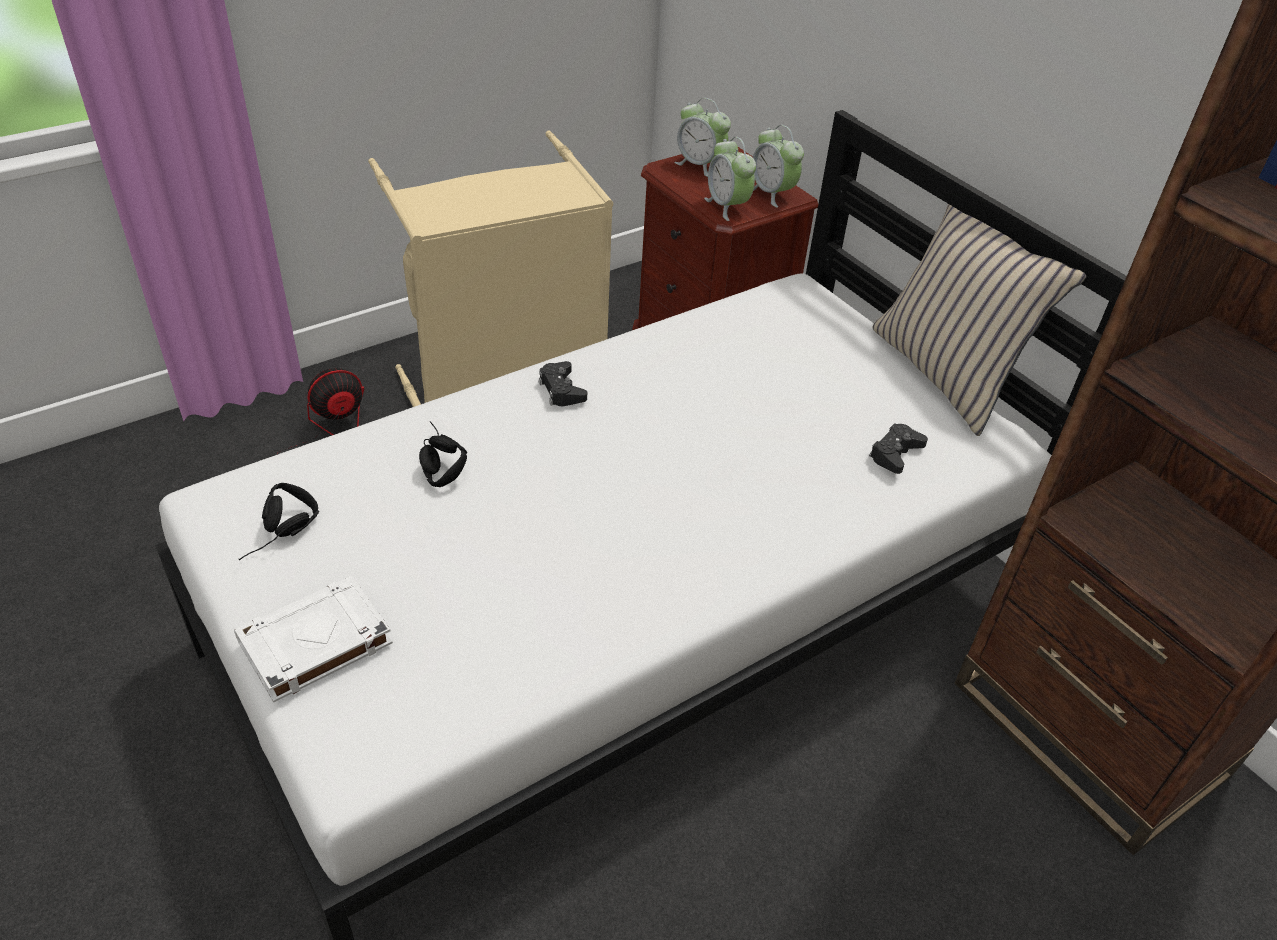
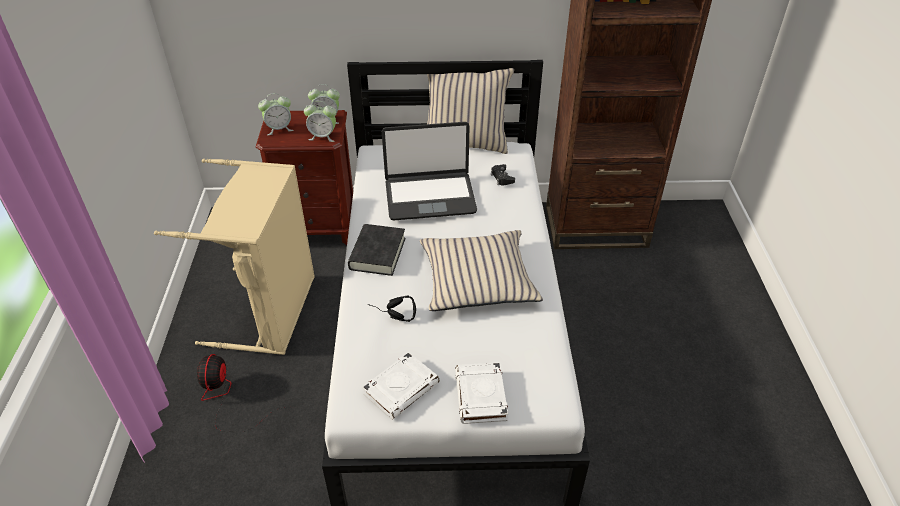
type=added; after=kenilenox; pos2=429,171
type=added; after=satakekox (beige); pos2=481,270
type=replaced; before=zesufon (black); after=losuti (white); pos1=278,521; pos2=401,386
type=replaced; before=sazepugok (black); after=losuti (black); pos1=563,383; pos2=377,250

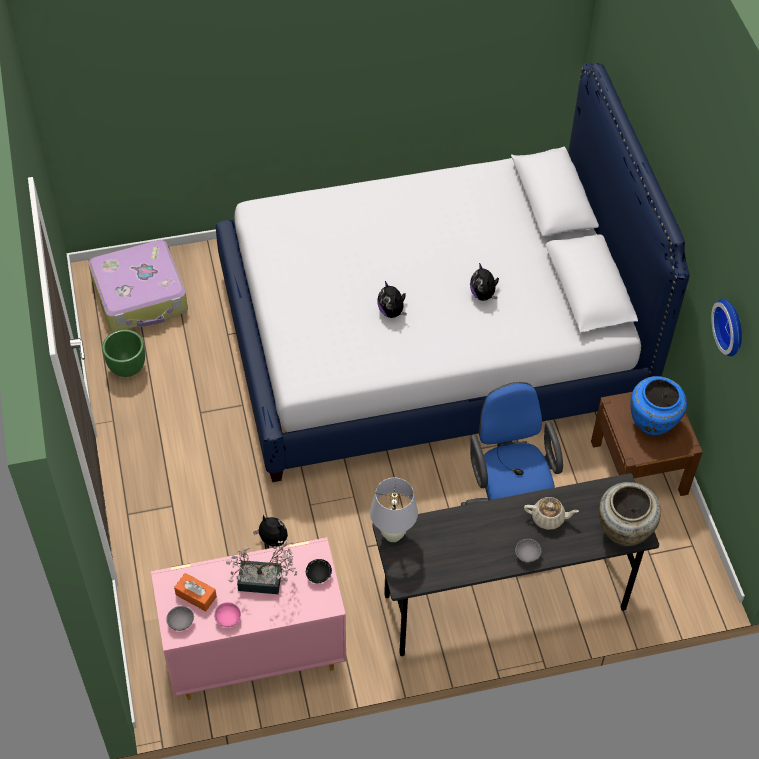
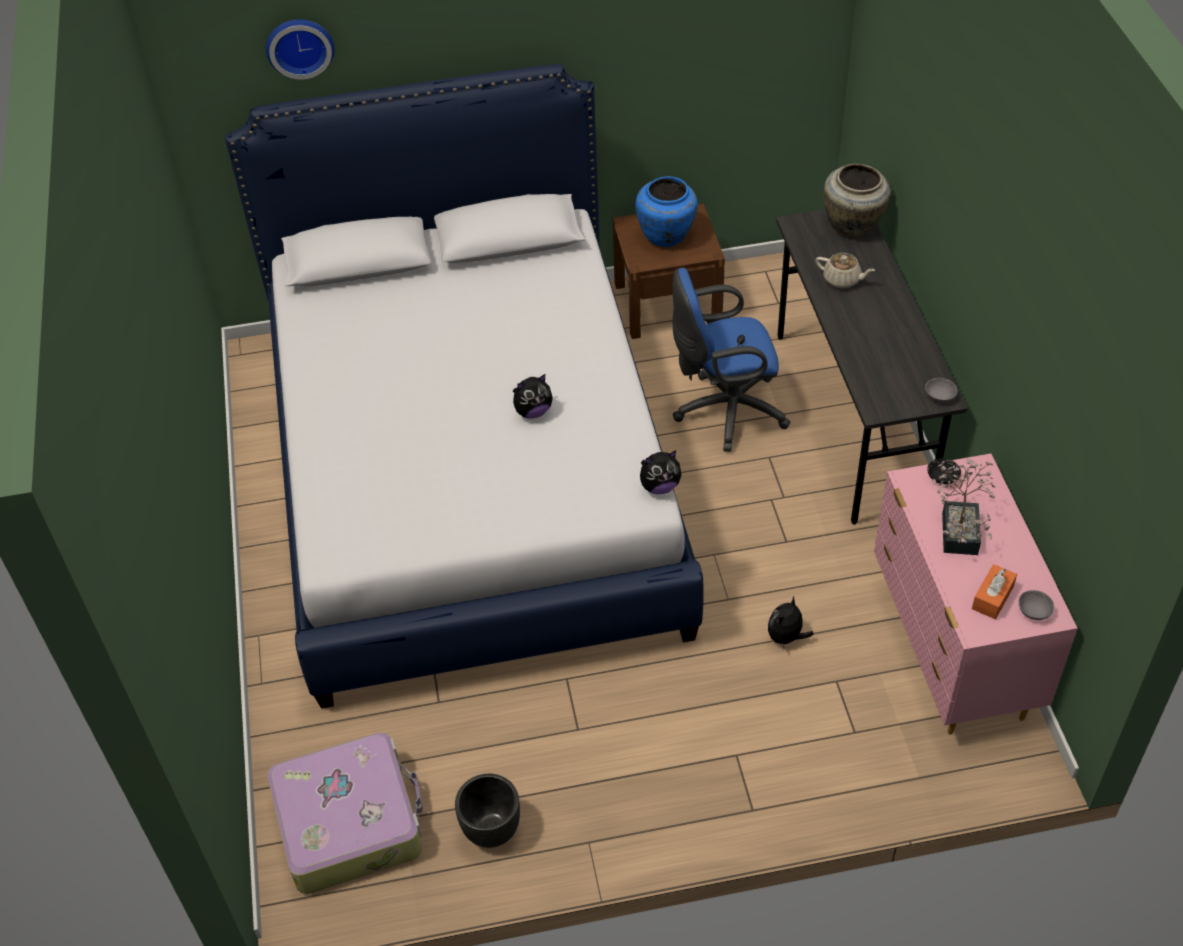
type=removed; before=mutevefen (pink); pos1=227,614
type=removed; before=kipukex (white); pos1=394,510
type=moved; before=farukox; pos1=484,282; pos2=660,472
type=moved; before=mutevefen (grey); pos1=528,551; pos2=941,390
type=moved; before=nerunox; pos1=726,328; pos2=300,49
type=recoloured; before=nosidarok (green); after=nosidarok (black); pos1=123,353; pos2=487,811
type=turned; before=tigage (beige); pos1=551,513; pos2=845,270; turn=105

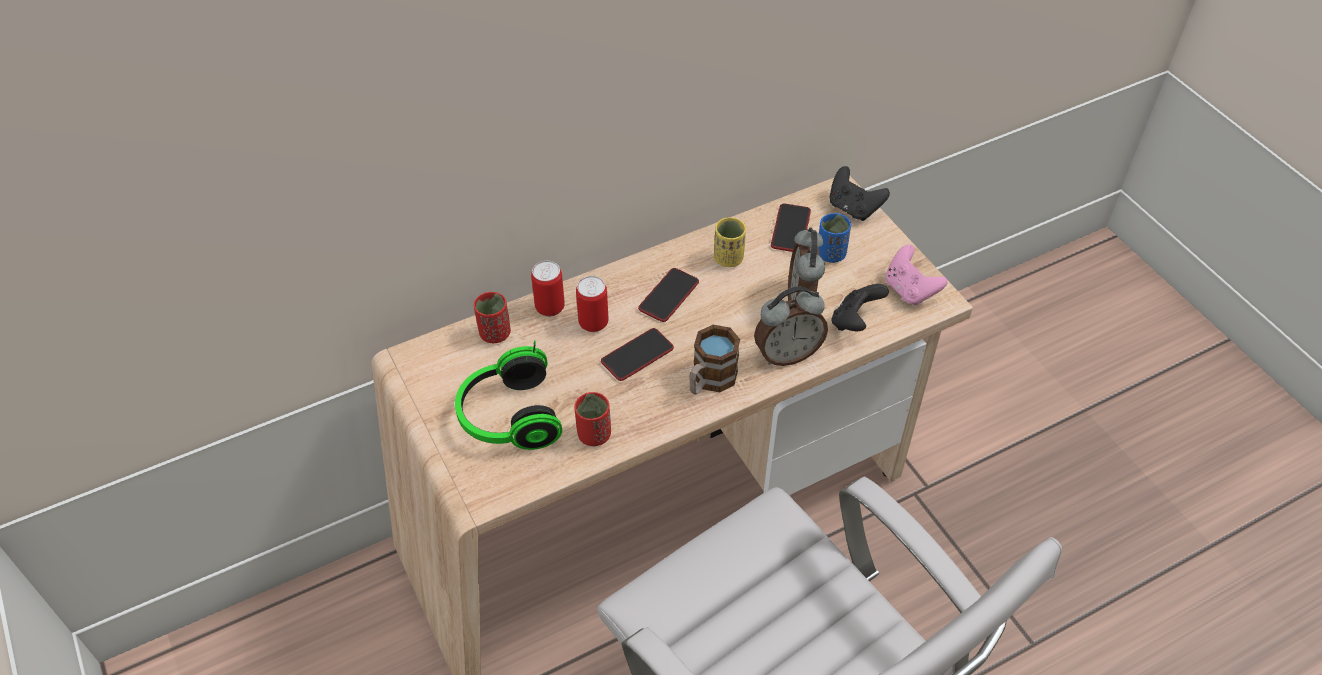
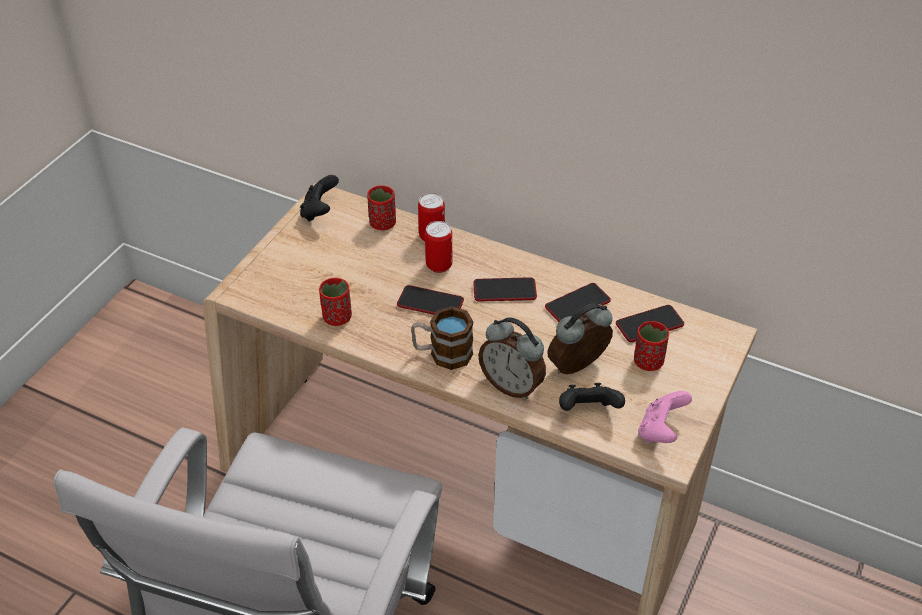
type=removed; before=zesufon; pos1=508,395
type=moved; before=sazepugok (black); pos1=860,193; pos2=319,198
type=replaced; before=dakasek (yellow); after=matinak; pos1=730,242; pos2=578,302
type=recoloured; before=dakasek (blue); after=dakasek (red); pos1=835,238; pos2=651,346

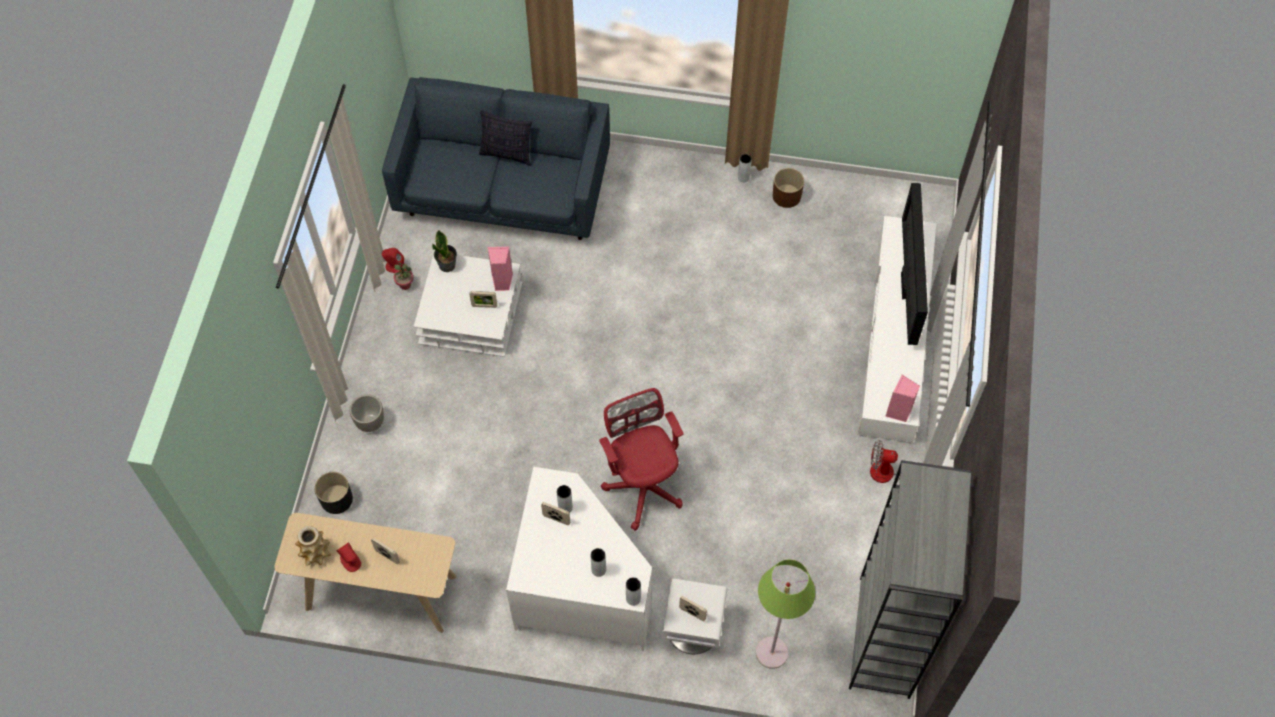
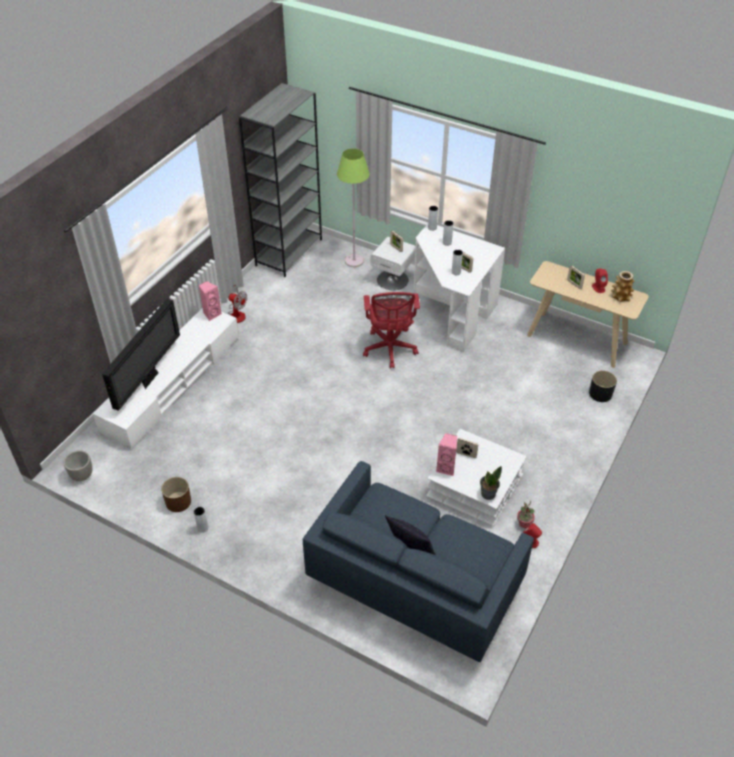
type=moved; before=nosidarok; pos1=367,413; pos2=78,465

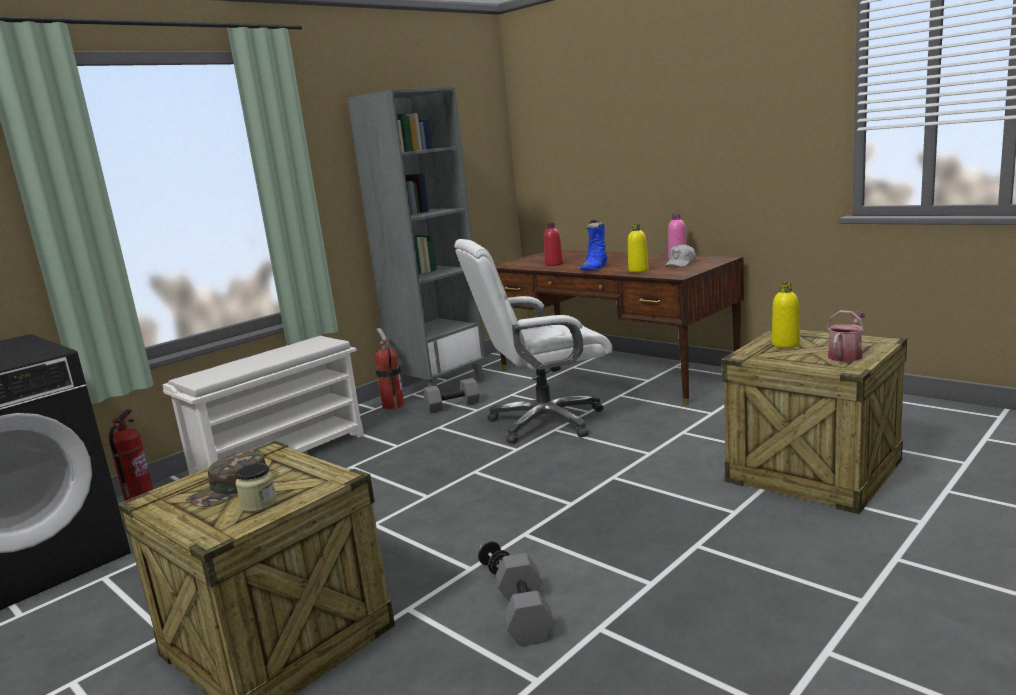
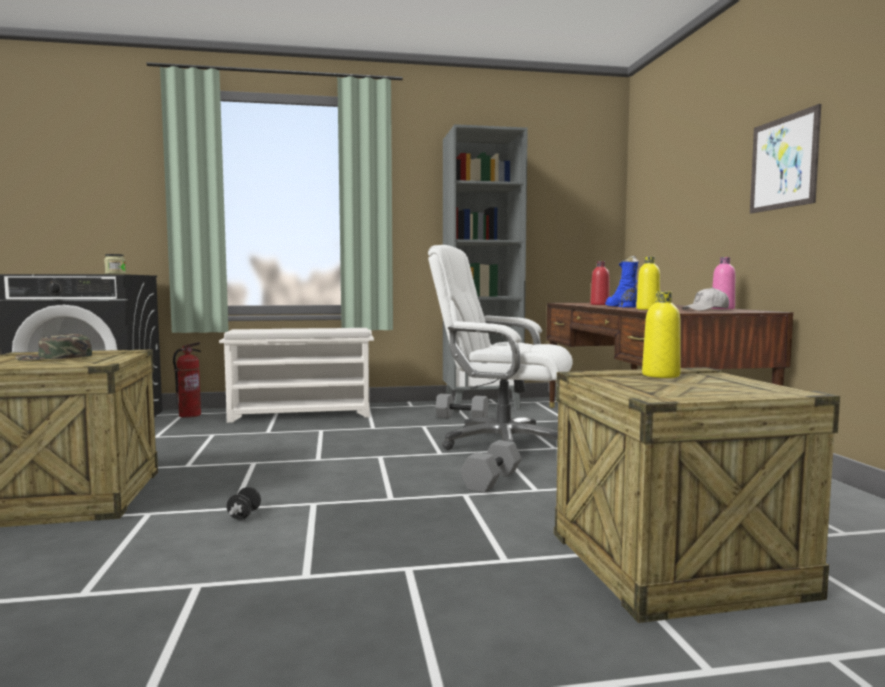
type=removed; before=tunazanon; pos1=389,368
type=removed; before=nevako; pos1=846,336
type=added; after=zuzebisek; pos2=785,158
type=moved; before=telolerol; pos1=256,487; pos2=115,264
type=moved; before=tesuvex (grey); pos1=525,600; pos2=491,466
type=turned; before=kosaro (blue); pos1=593,244; pos2=622,282; turn=105

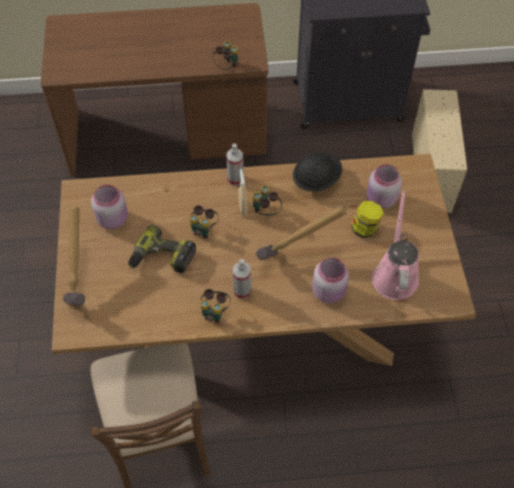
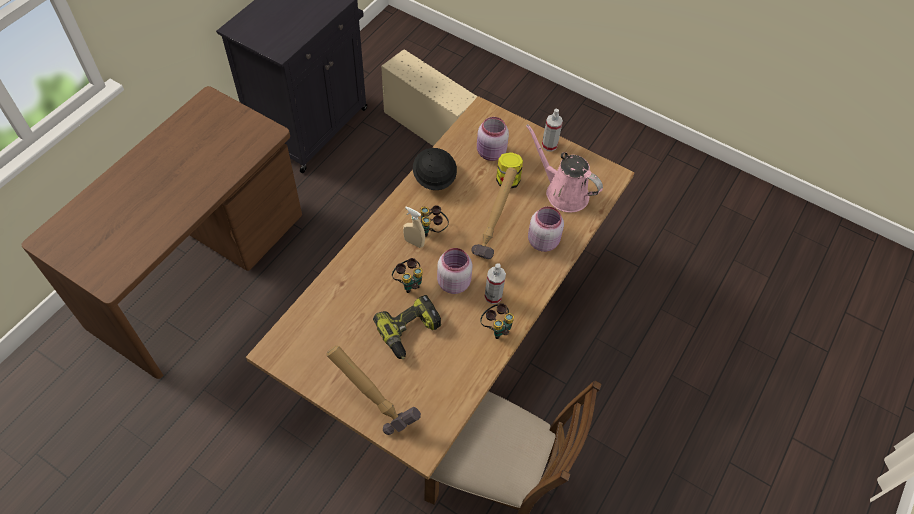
type=removed; before=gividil; pos1=225,55
type=moved; before=telolerol (pink); pos1=109,207; pos2=454,271
type=moved; before=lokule; pos1=235,164; pos2=552,130

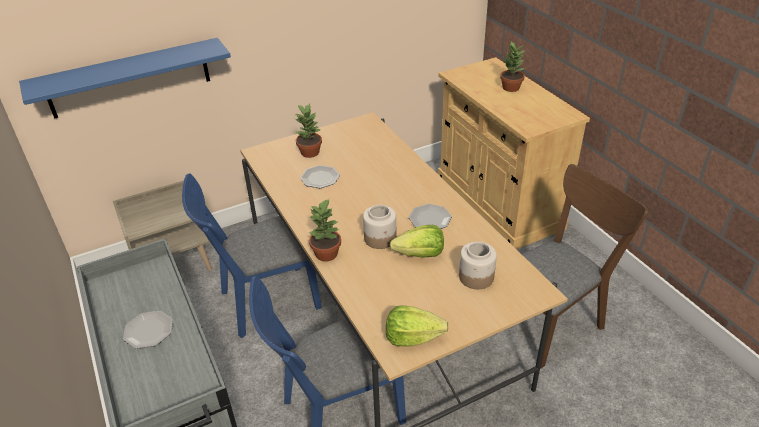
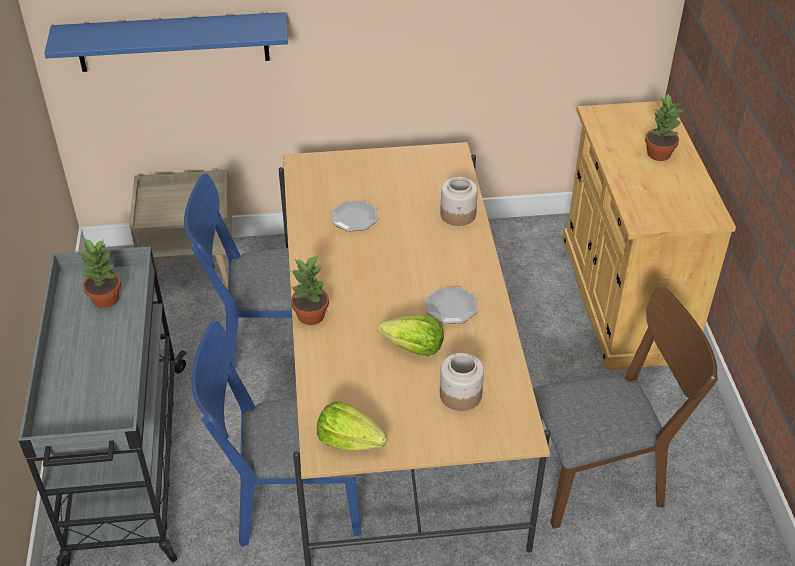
type=removed; before=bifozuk; pos1=148,330
type=moved; before=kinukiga; pos1=308,131; pos2=99,273
type=moved; before=telolerol; pos1=379,227; pos2=459,201

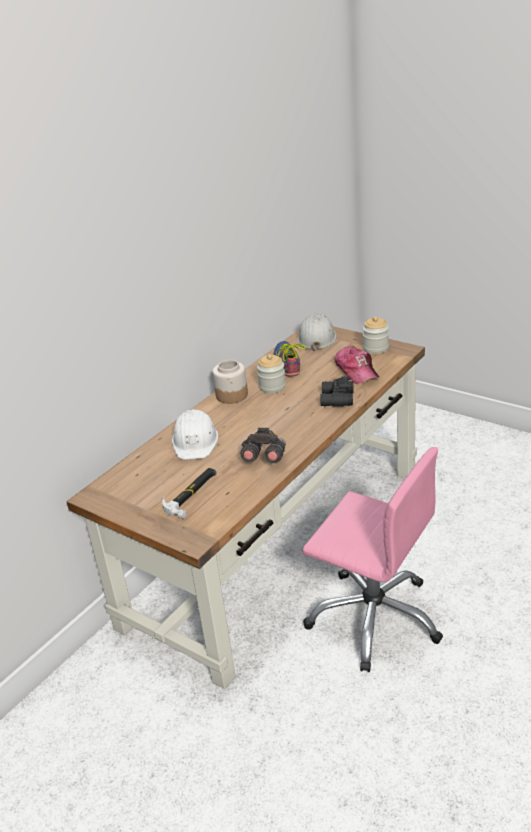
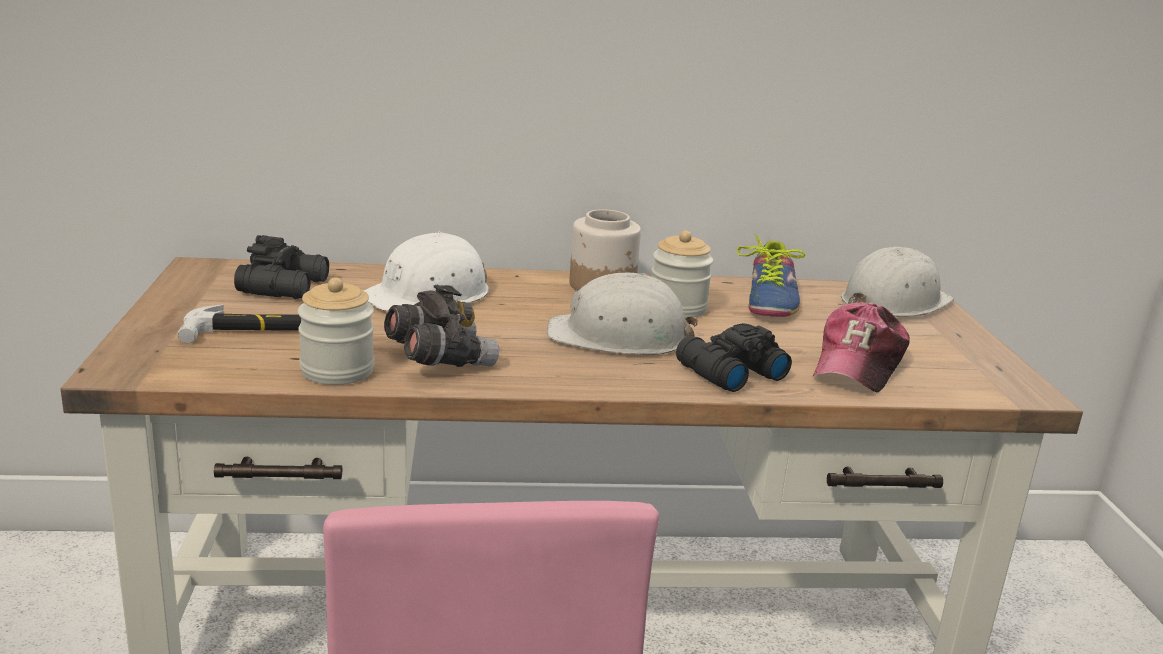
type=added; after=gividil (black); pos2=281,267
type=added; after=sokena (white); pos2=622,314
type=moved; before=telolerol; pos1=376,335; pos2=336,331
type=turned; before=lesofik; pos1=289,359; pos2=771,275; turn=150

